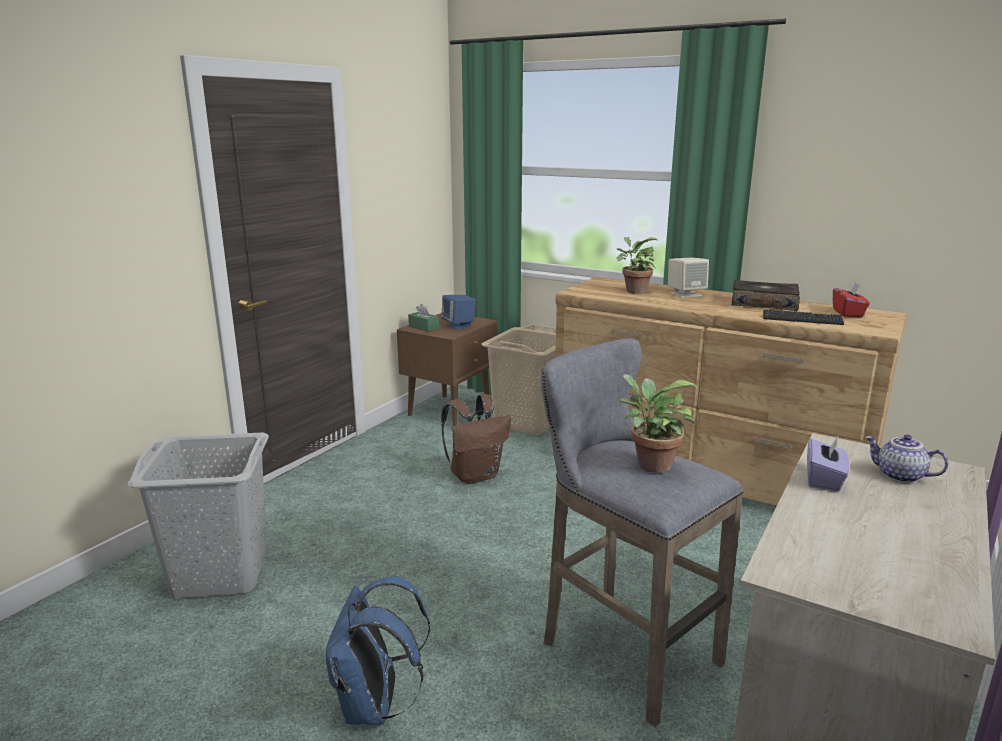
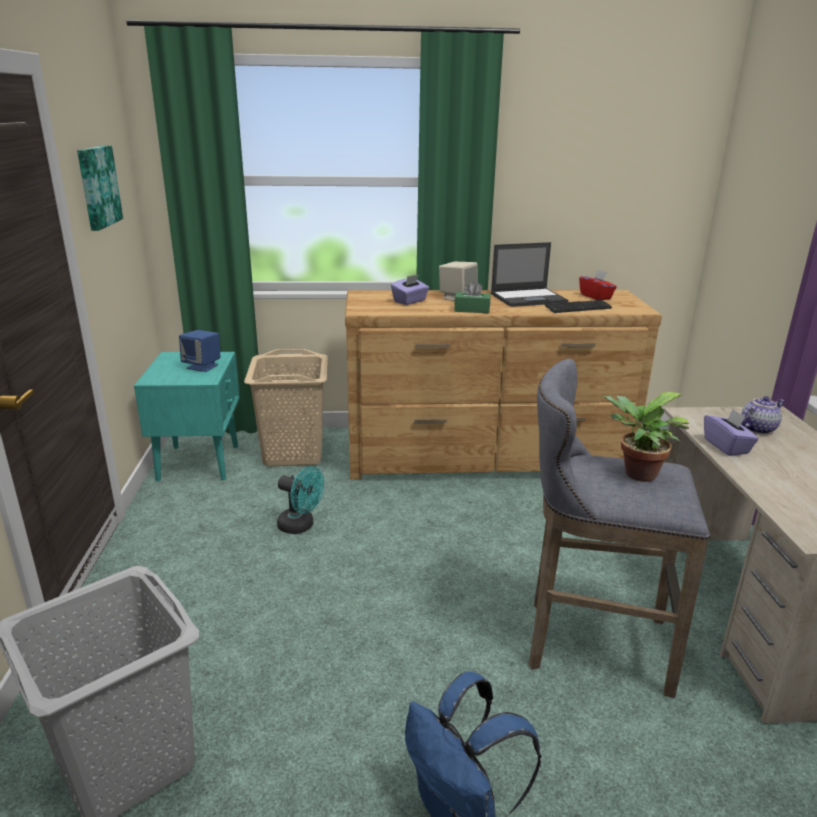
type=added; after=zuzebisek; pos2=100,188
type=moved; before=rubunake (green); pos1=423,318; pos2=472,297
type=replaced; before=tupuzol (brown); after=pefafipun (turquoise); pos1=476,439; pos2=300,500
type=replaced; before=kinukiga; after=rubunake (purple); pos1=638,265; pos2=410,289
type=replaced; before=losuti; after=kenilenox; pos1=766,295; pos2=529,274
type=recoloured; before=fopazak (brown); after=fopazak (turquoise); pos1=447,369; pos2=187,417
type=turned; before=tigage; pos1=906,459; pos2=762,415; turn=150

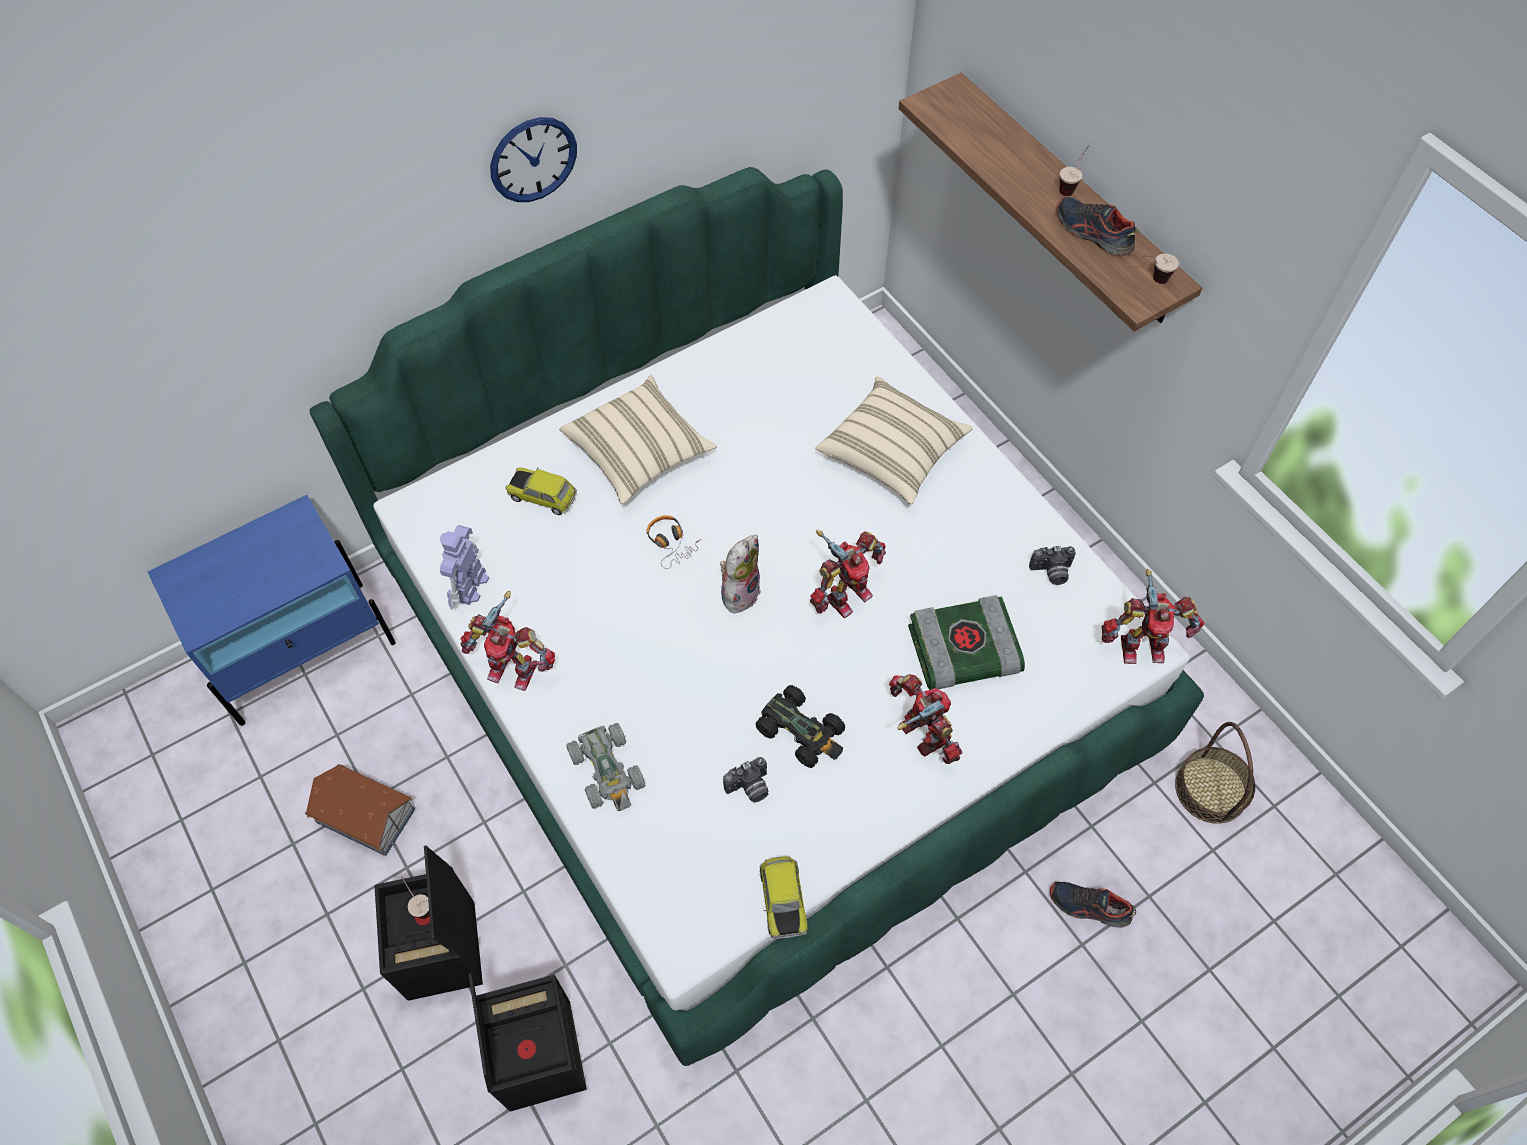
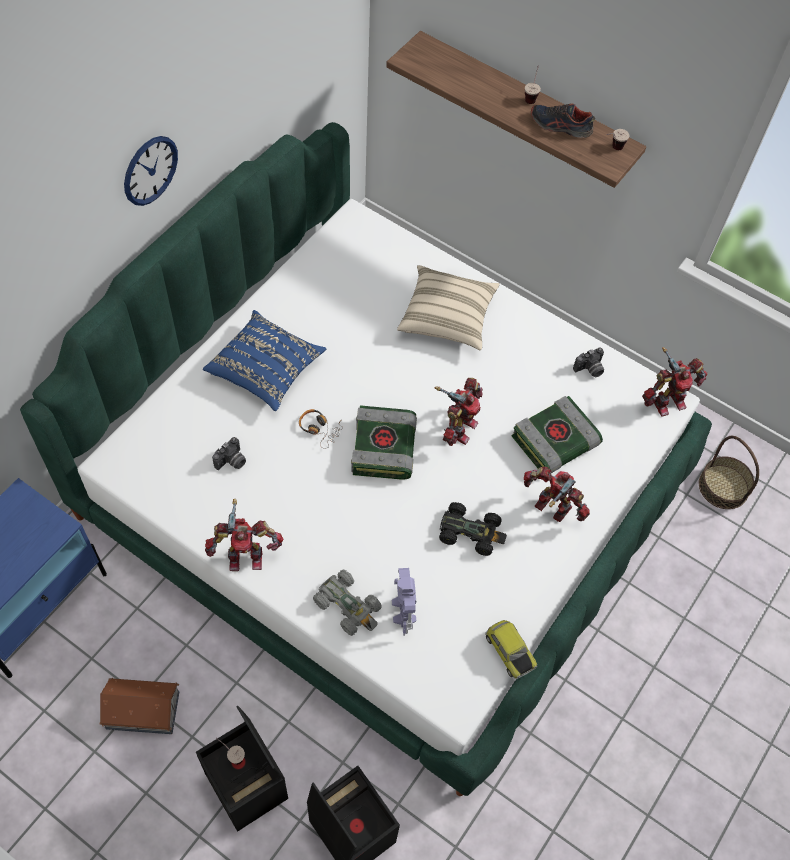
type=removed; before=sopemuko; pos1=541,491
type=removed; before=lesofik; pos1=1093,905
type=moved; before=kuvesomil; pos1=464,567; pos2=404,602
type=moved; before=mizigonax; pos1=746,780; pos2=229,453
type=replaced; before=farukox; after=losuti; pos1=740,574; pos2=384,442
type=recoloured; before=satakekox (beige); after=satakekox (blue); pos1=638,439; pos2=264,360

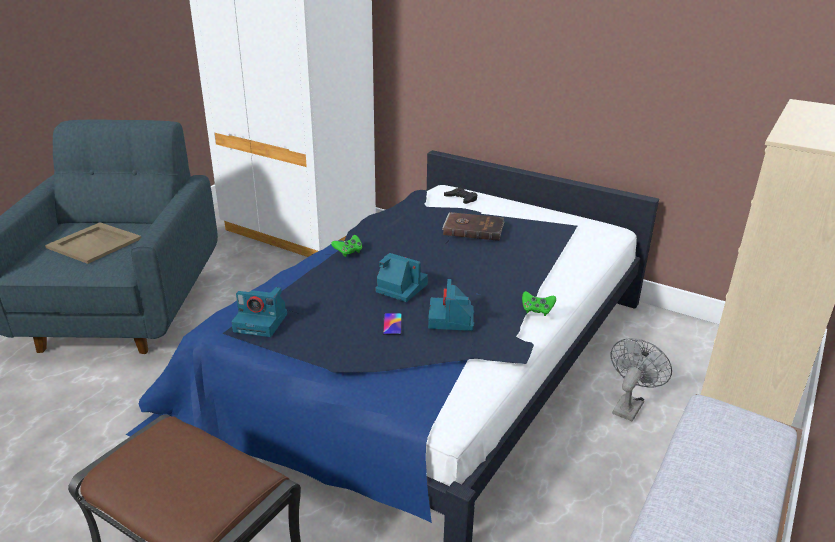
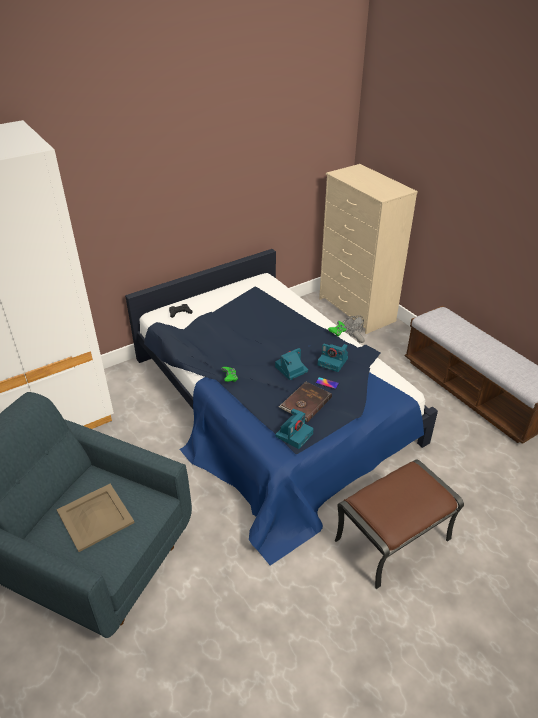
type=moved; before=losuti (brown); pos1=473,226; pos2=305,402

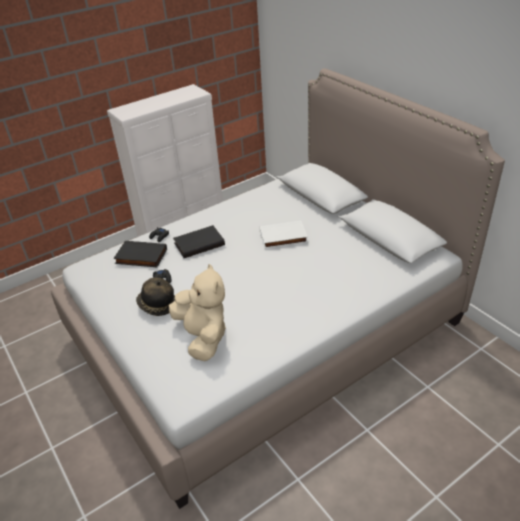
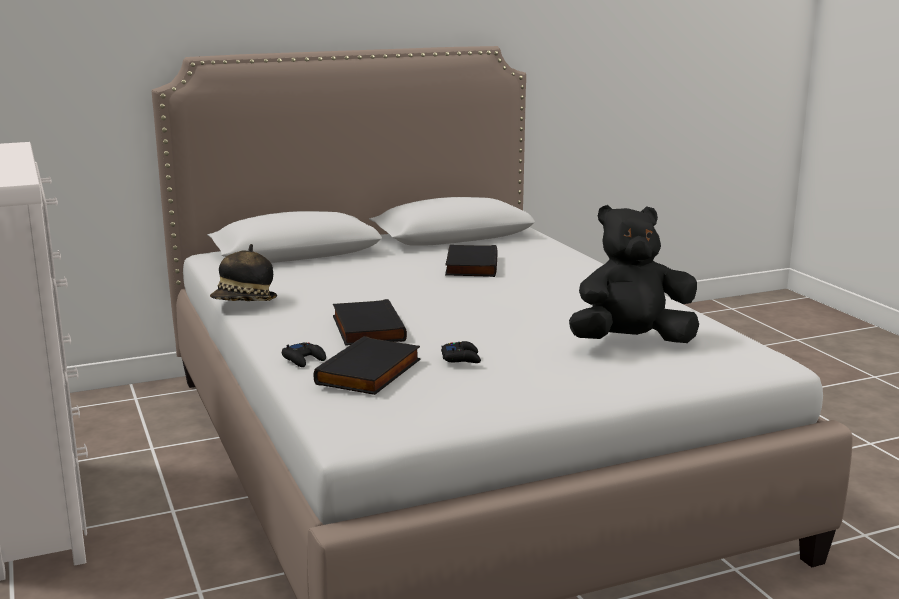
type=removed; before=losuti (white); pos1=284,234
type=added; after=losuti (black); pos2=471,261
type=moved; before=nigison; pos1=155,296; pos2=243,272
type=recoloured; before=farukox (beige); after=farukox (black); pos1=197,312; pos2=634,274

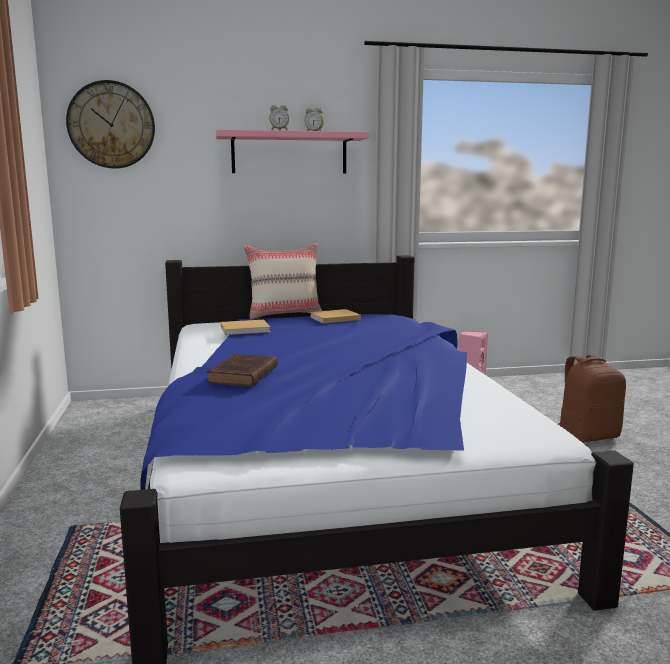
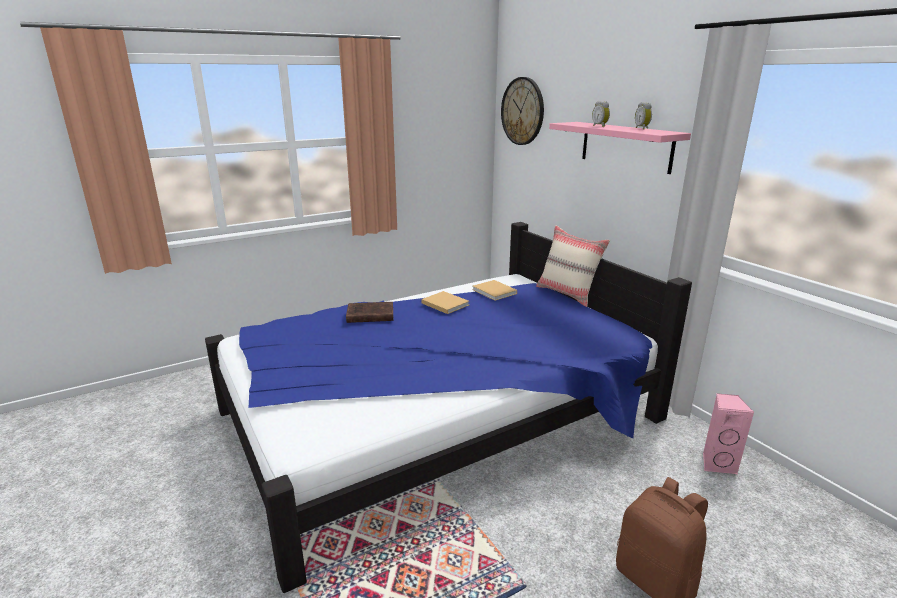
type=moved; before=losuti (beige); pos1=335,316; pos2=445,302

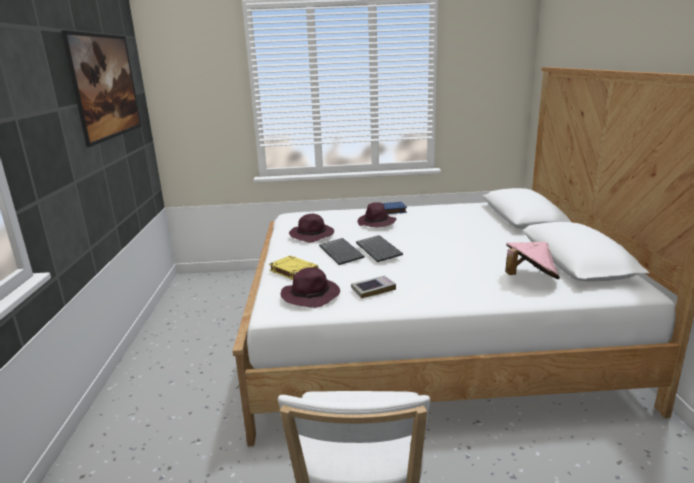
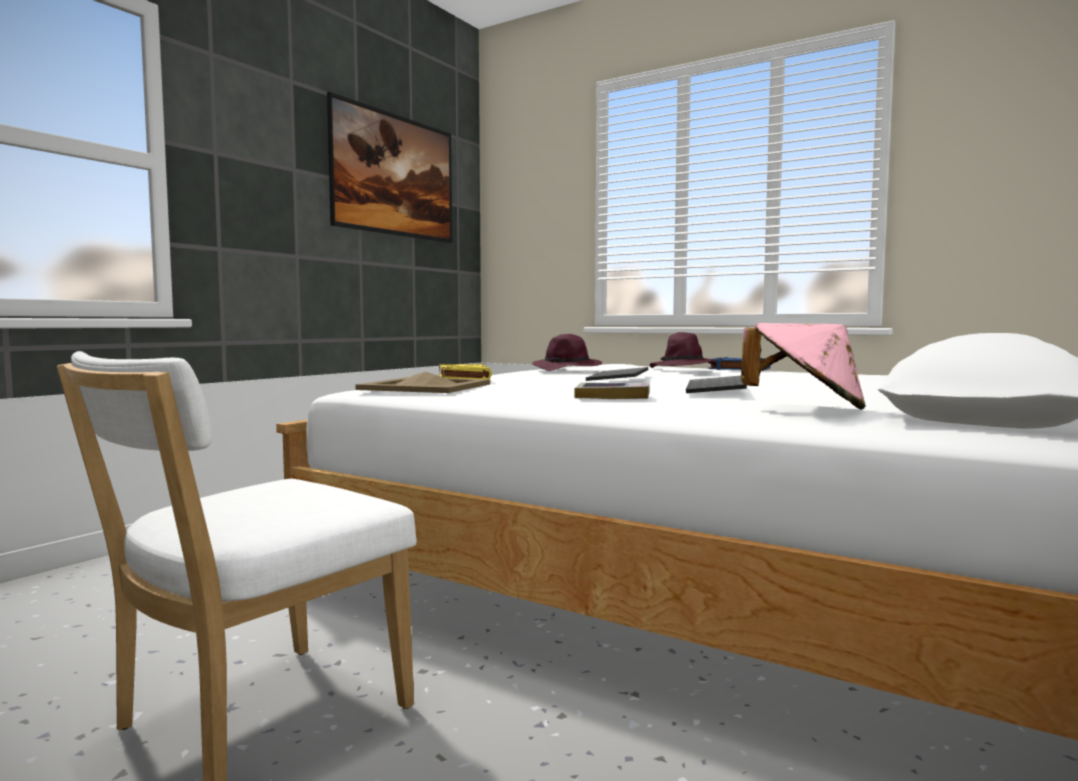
type=moved; before=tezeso; pos1=342,251; pos2=716,384
type=moved; before=losuti; pos1=373,287; pos2=612,390
type=replaced; before=nigison (purple); after=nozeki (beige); pos1=310,287; pos2=422,382

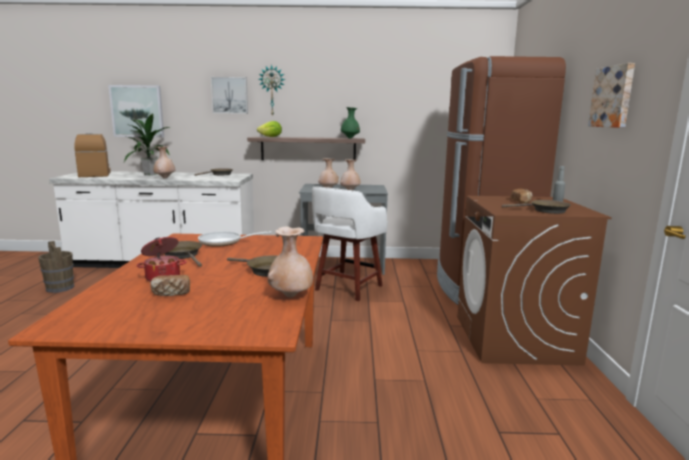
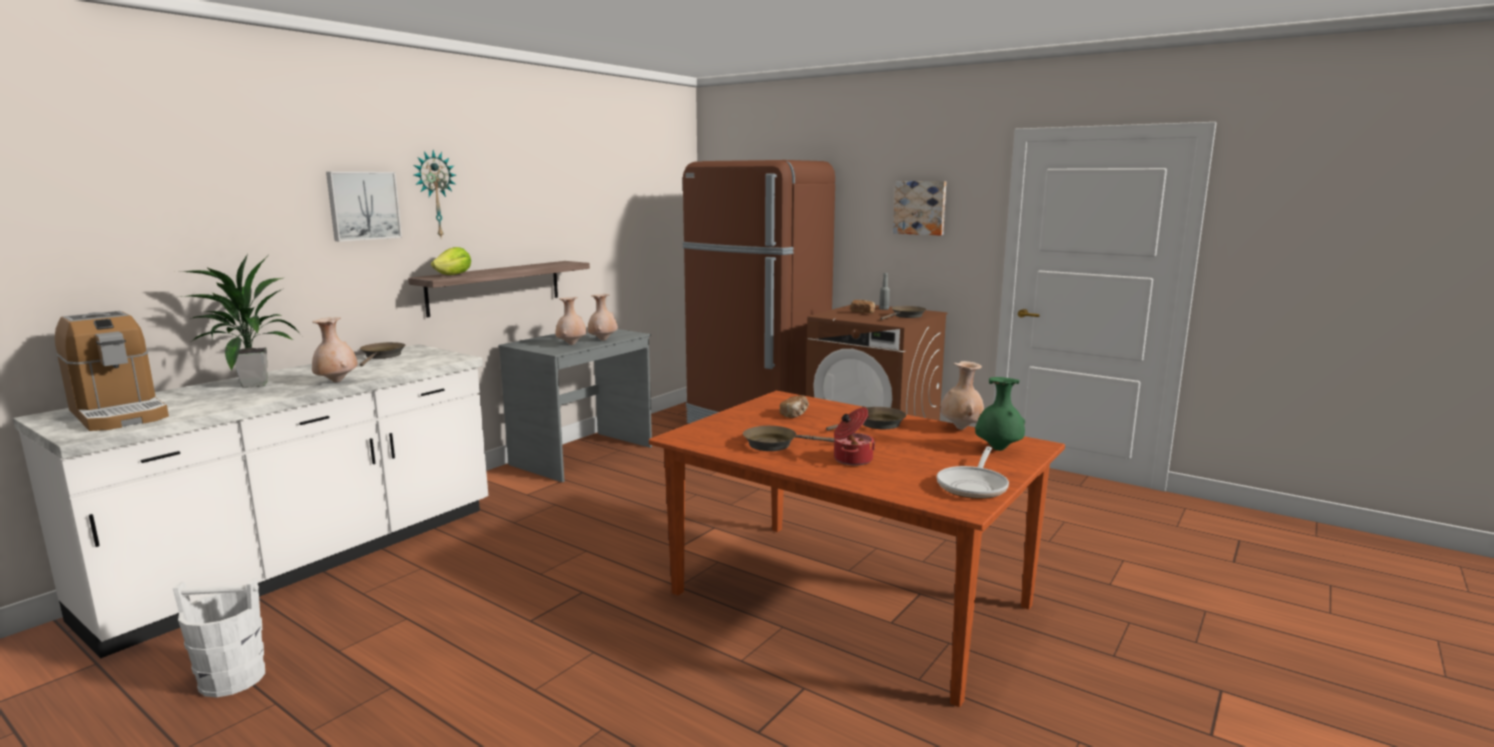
type=removed; before=zuzebisek; pos1=136,111
type=removed; before=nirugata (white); pos1=350,243
type=moved; before=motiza; pos1=170,285; pos2=794,406
type=moved; before=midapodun; pos1=235,239; pos2=973,472
type=moved; before=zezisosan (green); pos1=350,123; pos2=1000,414
type=recoloured; before=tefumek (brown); after=tefumek (white); pos1=56,267; pos2=218,637
type=turned; before=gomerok; pos1=92,155; pos2=112,371; turn=-150

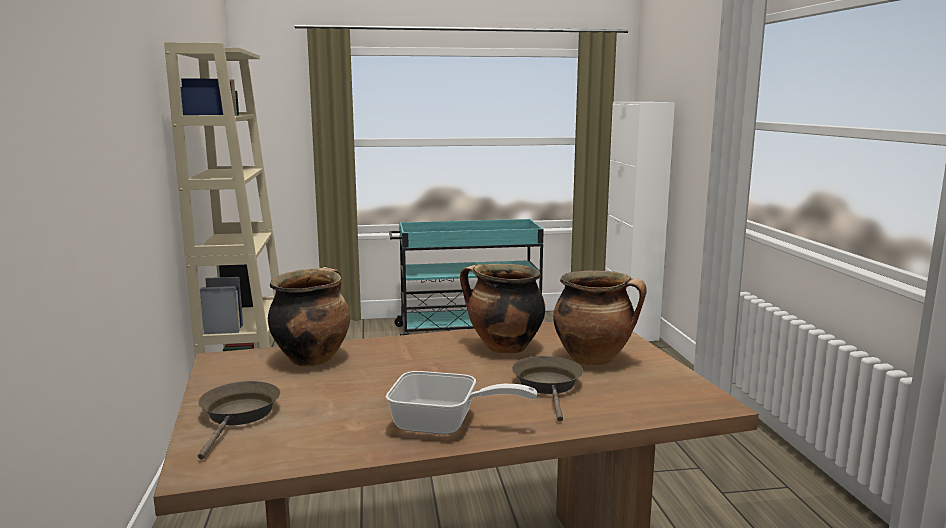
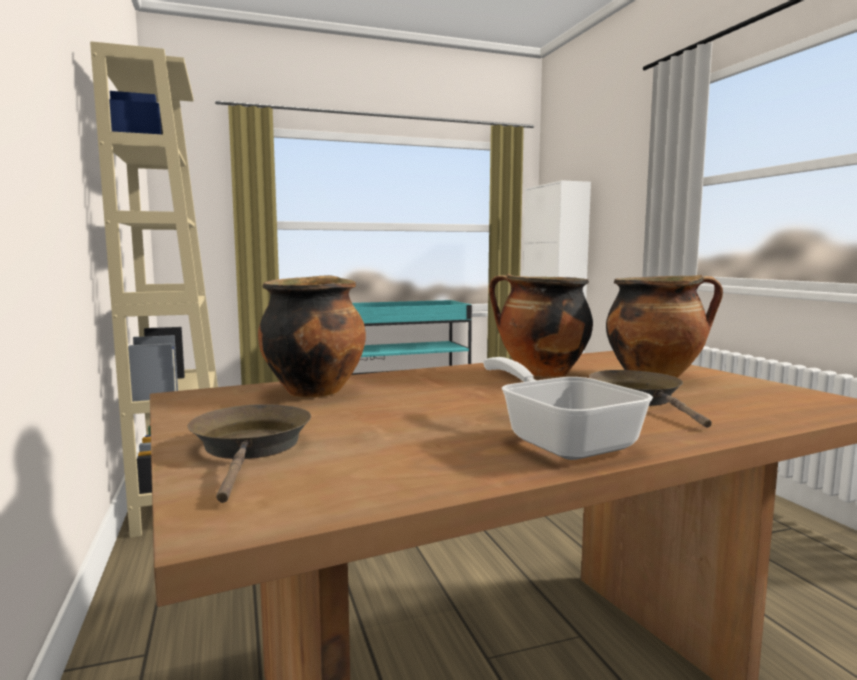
type=turned; before=midapodun; pos1=461,402; pos2=568,408; turn=-120

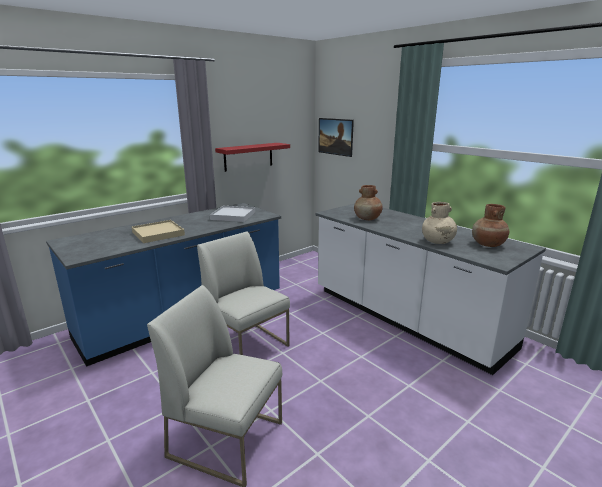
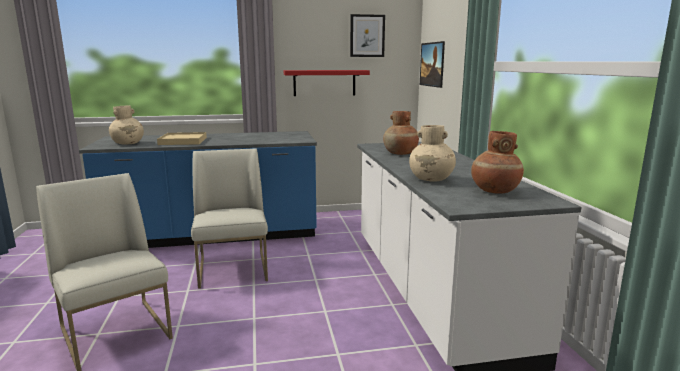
type=removed; before=nozeki (white); pos1=232,214
type=added; after=zezisosan (beige); pos2=126,124
type=added; after=zuzebisek; pos2=367,35

